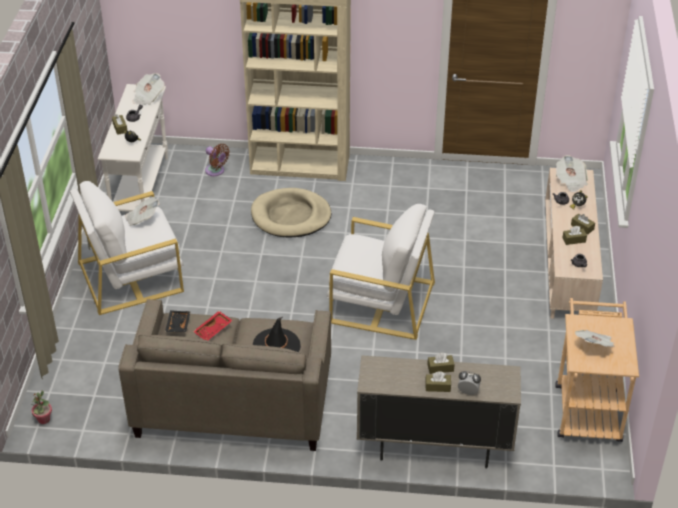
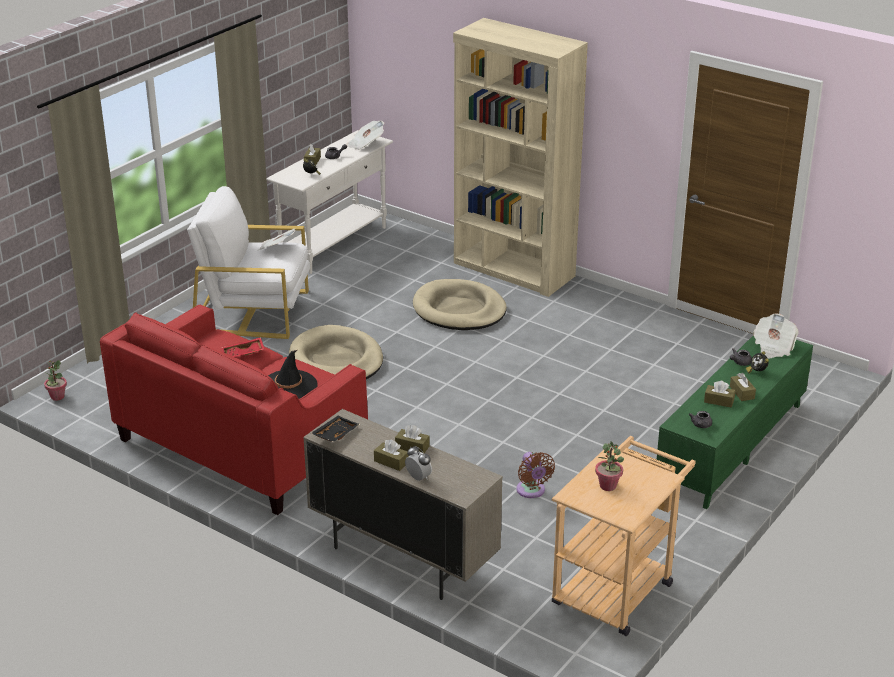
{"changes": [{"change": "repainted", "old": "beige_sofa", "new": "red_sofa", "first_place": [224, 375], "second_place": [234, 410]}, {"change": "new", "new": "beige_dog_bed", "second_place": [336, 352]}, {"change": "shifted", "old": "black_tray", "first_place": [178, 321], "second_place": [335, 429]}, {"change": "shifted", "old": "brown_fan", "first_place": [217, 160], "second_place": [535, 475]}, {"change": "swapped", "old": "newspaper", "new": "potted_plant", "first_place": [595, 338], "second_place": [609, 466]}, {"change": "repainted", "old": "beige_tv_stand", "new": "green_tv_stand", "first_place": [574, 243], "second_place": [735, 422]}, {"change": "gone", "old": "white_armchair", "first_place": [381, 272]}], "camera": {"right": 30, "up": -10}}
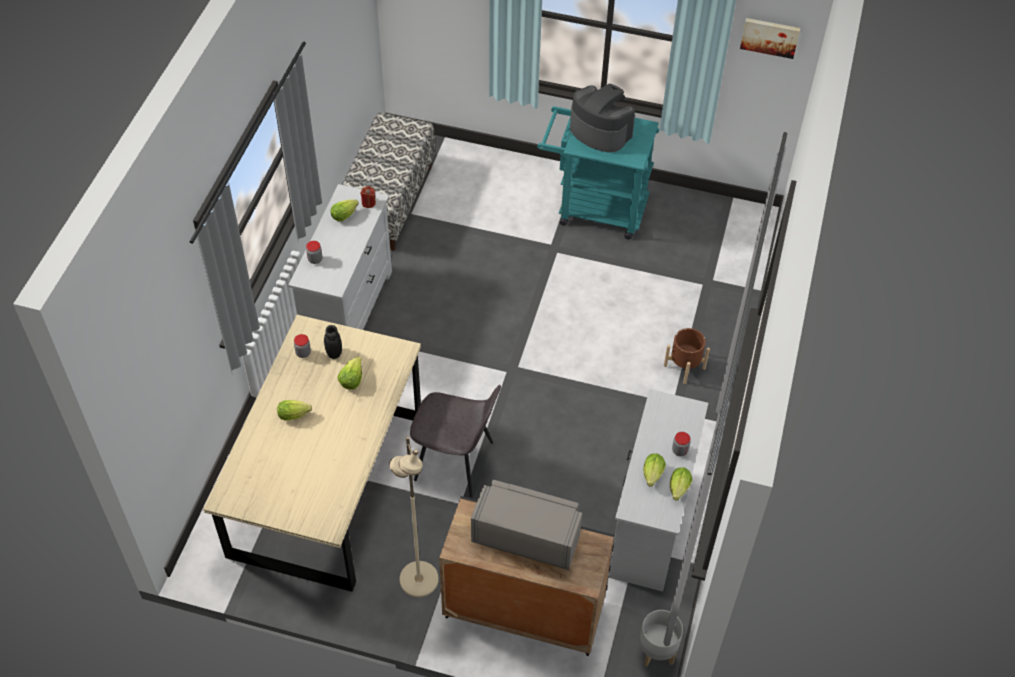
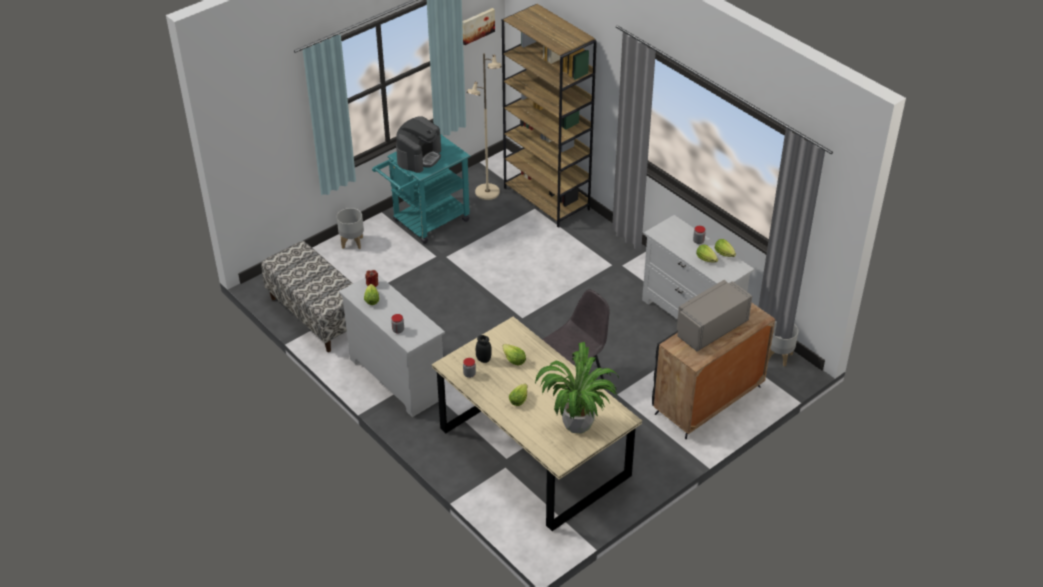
{"changes": [{"change": "new", "new": "grey_planter", "second_place": [350, 228]}, {"change": "rotated", "old": "coffee_machine", "first_place": [602, 118], "second_place": [418, 144], "degrees": 135}, {"change": "shifted", "old": "beige_floor_lamp", "first_place": [414, 517], "second_place": [484, 126]}, {"change": "new", "new": "brown_bookcase", "second_place": [549, 116]}, {"change": "new", "new": "potted_plant", "second_place": [577, 388]}, {"change": "gone", "old": "brown_planter", "first_place": [687, 356]}], "camera": {"right": -55, "up": -10}}
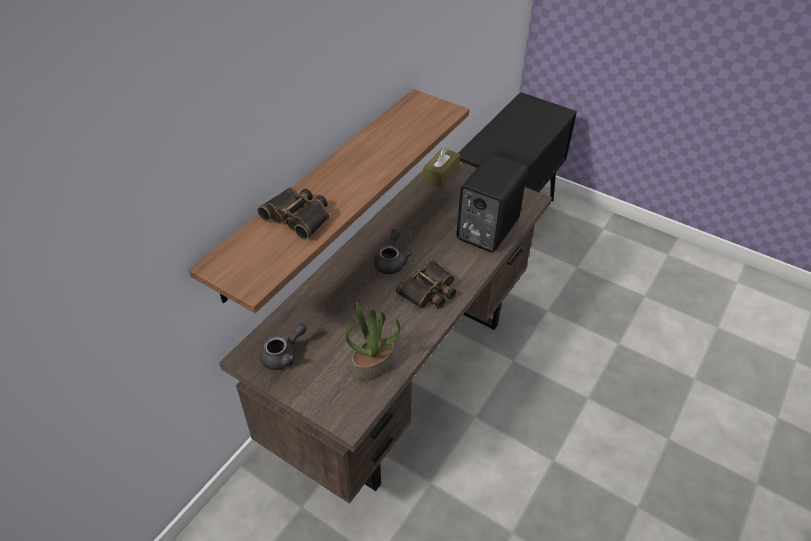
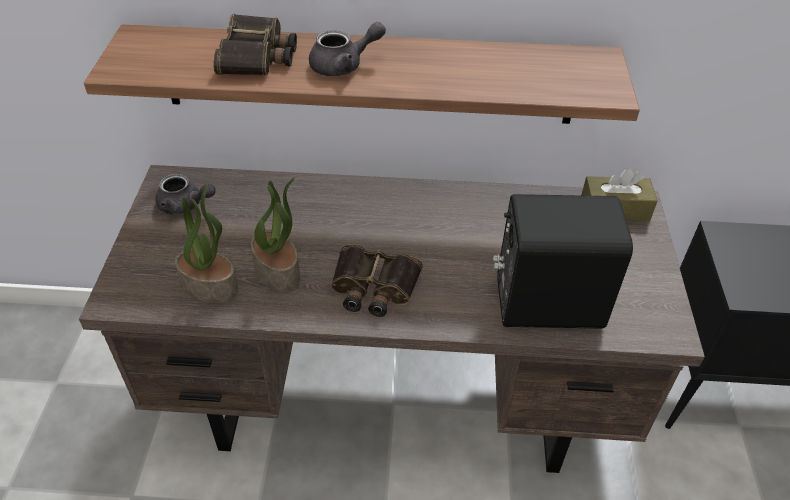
{"changes": [{"change": "new", "new": "potted_plant", "second_place": [275, 234]}, {"change": "shifted", "old": "grey_teapot", "first_place": [393, 251], "second_place": [347, 49]}], "camera": {"right": 60, "up": 0}}
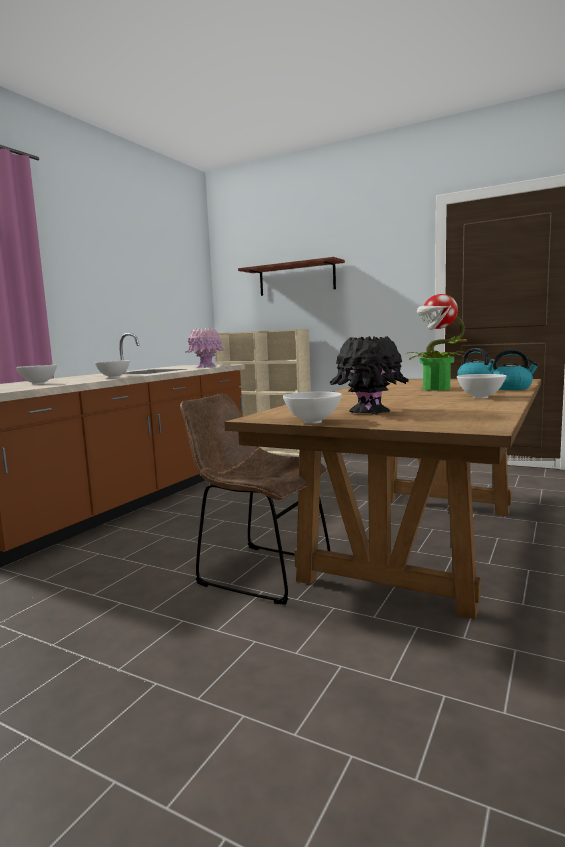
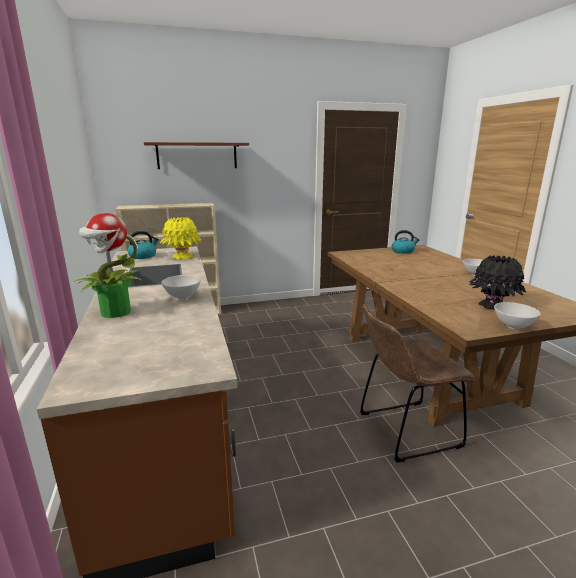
{"changes": [{"change": "shifted", "old": "potted_plant", "first_place": [437, 342], "second_place": [107, 265]}, {"change": "shifted", "old": "kettle", "first_place": [514, 370], "second_place": [143, 245]}, {"change": "repainted", "old": "pink_vase", "new": "yellow_vase", "first_place": [205, 348], "second_place": [180, 238]}, {"change": "gone", "old": "white_bowl", "first_place": [36, 374]}], "camera": {"right": -45, "up": 10}}
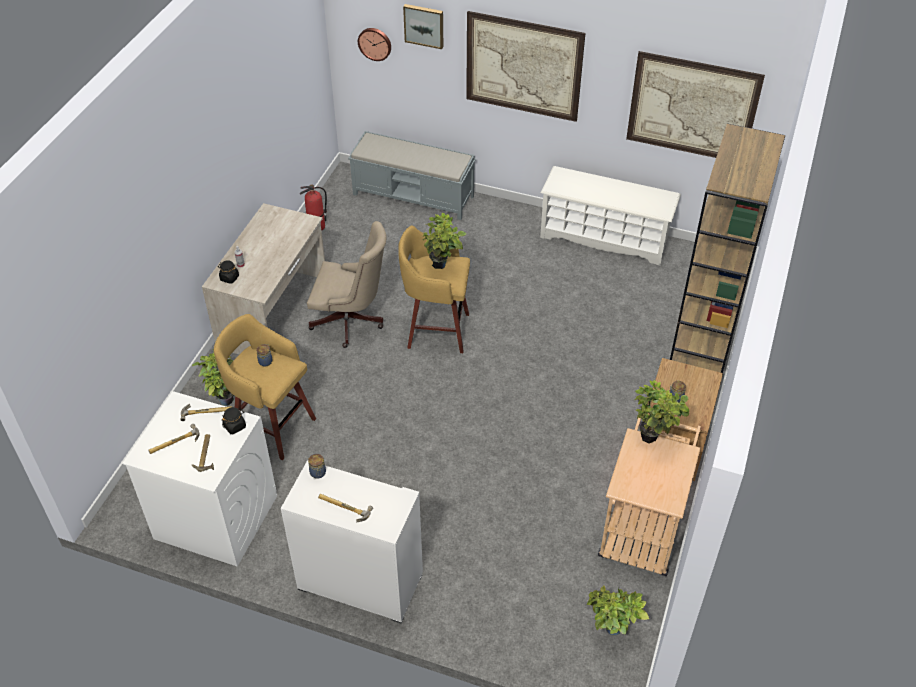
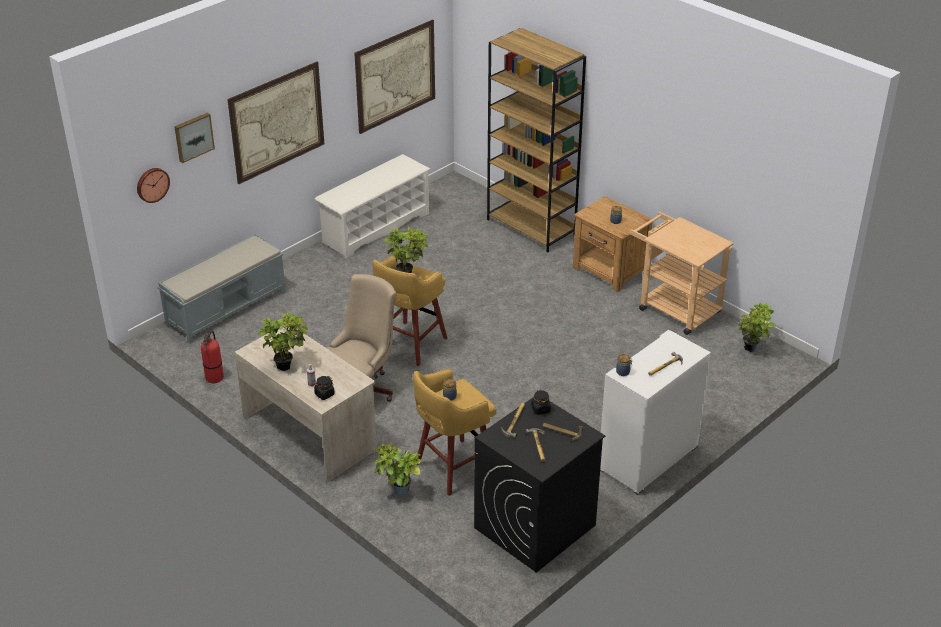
{"changes": [{"change": "shifted", "old": "potted_plant", "first_place": [661, 411], "second_place": [282, 342]}, {"change": "repainted", "old": "white_washing_machine", "new": "black_washing_machine", "first_place": [199, 478], "second_place": [539, 485]}], "camera": {"right": -65, "up": -10}}
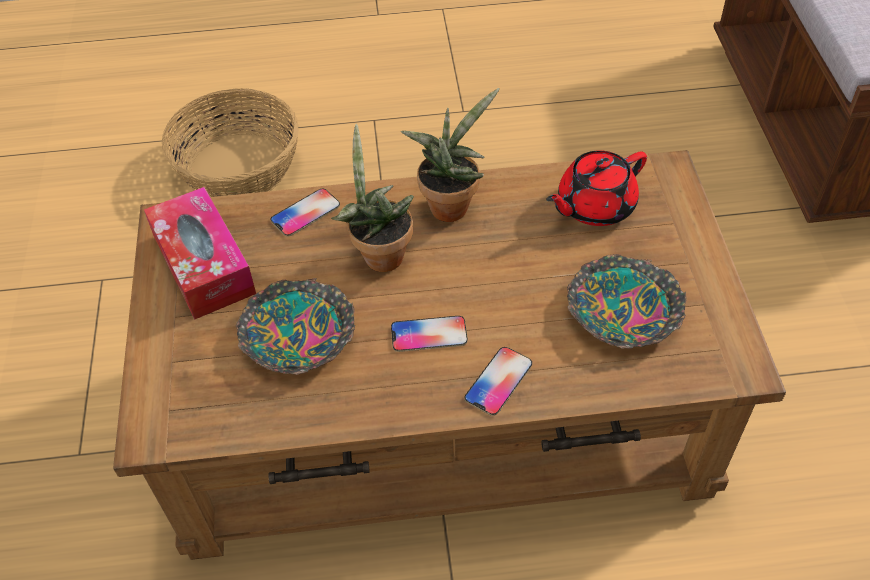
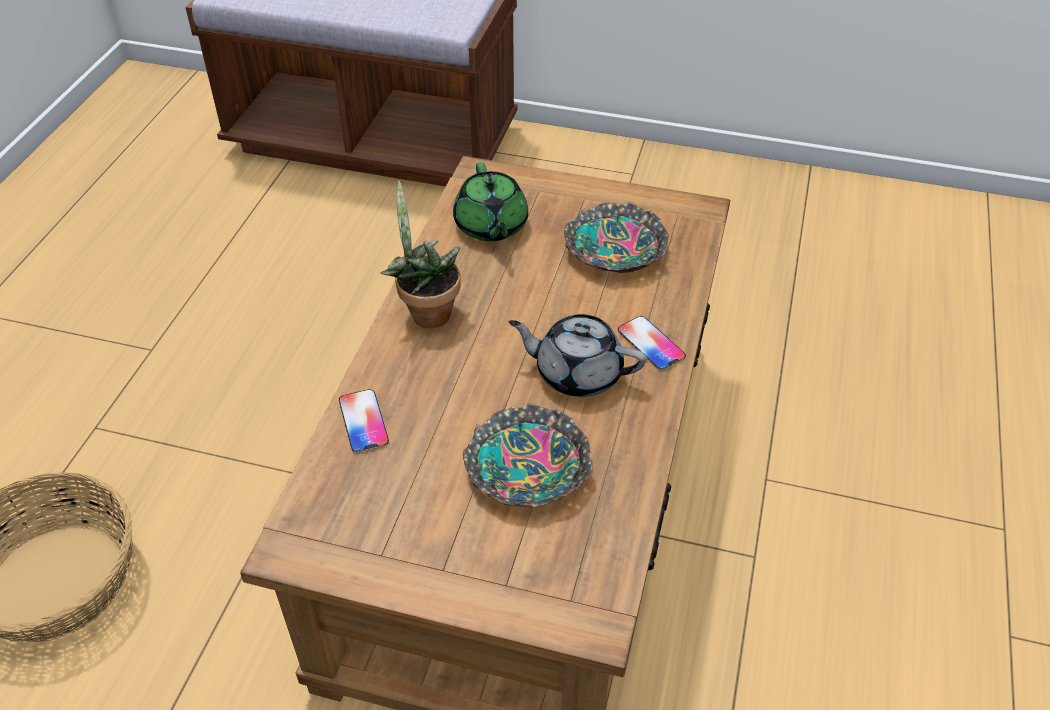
{"changes": [{"change": "repainted", "old": "red_teapot", "new": "green_teapot", "first_place": [596, 188], "second_place": [490, 201]}, {"change": "swapped", "old": "phone", "new": "grey_teapot", "first_place": [429, 334], "second_place": [577, 355]}, {"change": "gone", "old": "tissue_box", "first_place": [200, 253]}, {"change": "gone", "old": "potted_plant", "first_place": [372, 197]}], "camera": {"right": -70, "up": -5}}
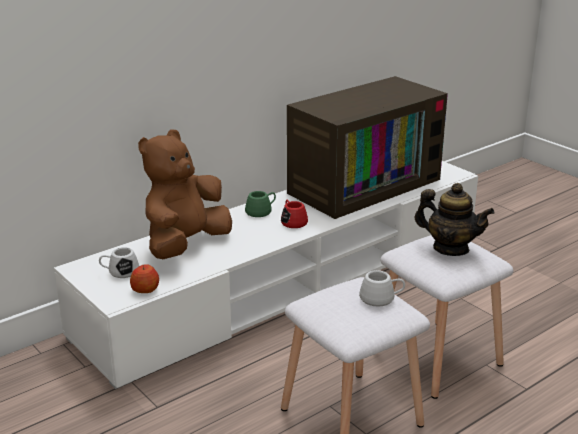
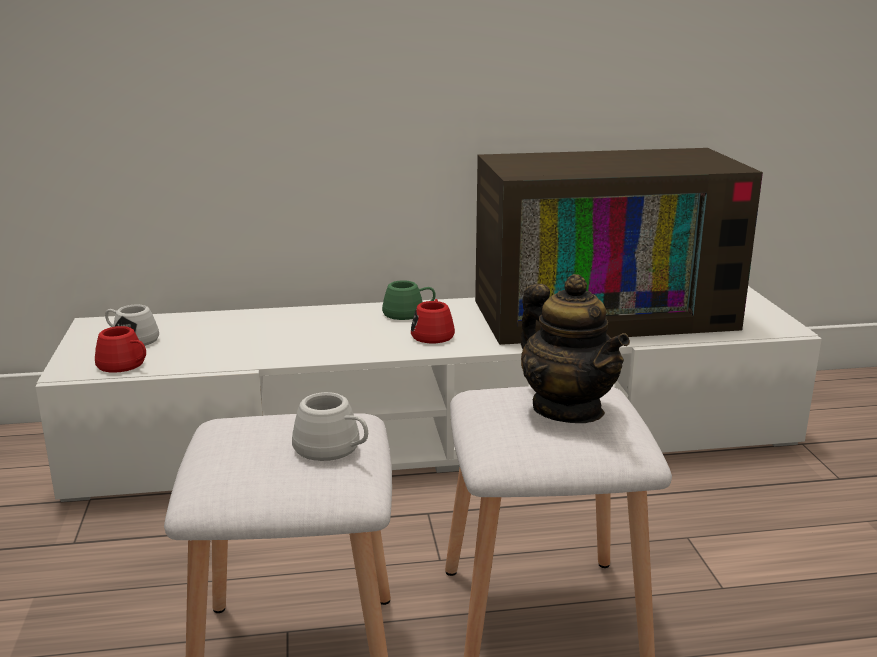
{"changes": [{"change": "swapped", "old": "apple", "new": "red_mug", "first_place": [144, 278], "second_place": [120, 349]}, {"change": "gone", "old": "brown_plush_toy", "first_place": [185, 194]}], "camera": {"right": 30, "up": -5}}
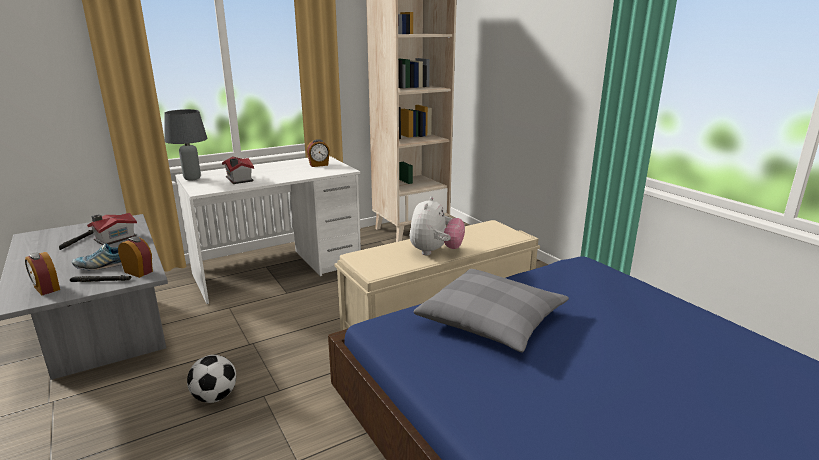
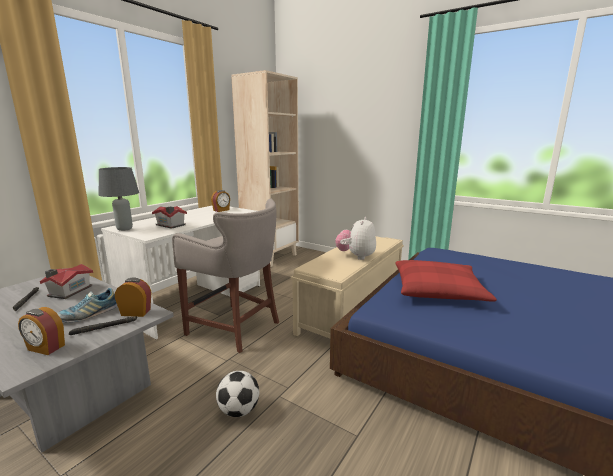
{"changes": [{"change": "new", "new": "grey_stool", "second_place": [225, 276]}, {"change": "rotated", "old": "plush_toy", "first_place": [437, 225], "second_place": [356, 238], "degrees": -150}, {"change": "repainted", "old": "grey_pillow", "new": "red_pillow", "first_place": [491, 311], "second_place": [446, 281]}], "camera": {"right": -25, "up": -5}}
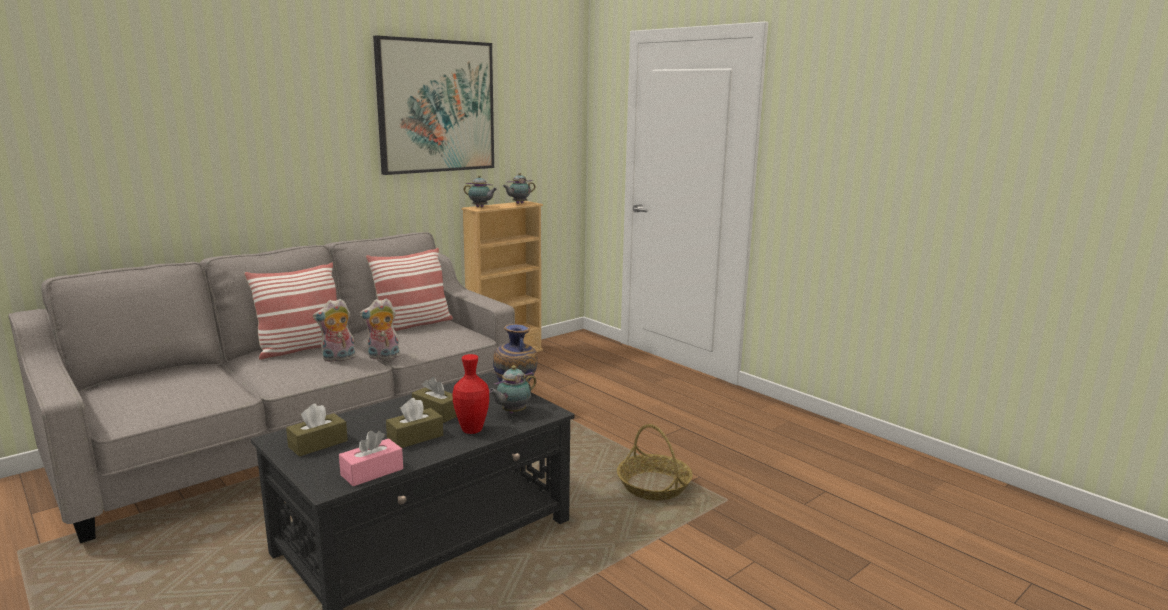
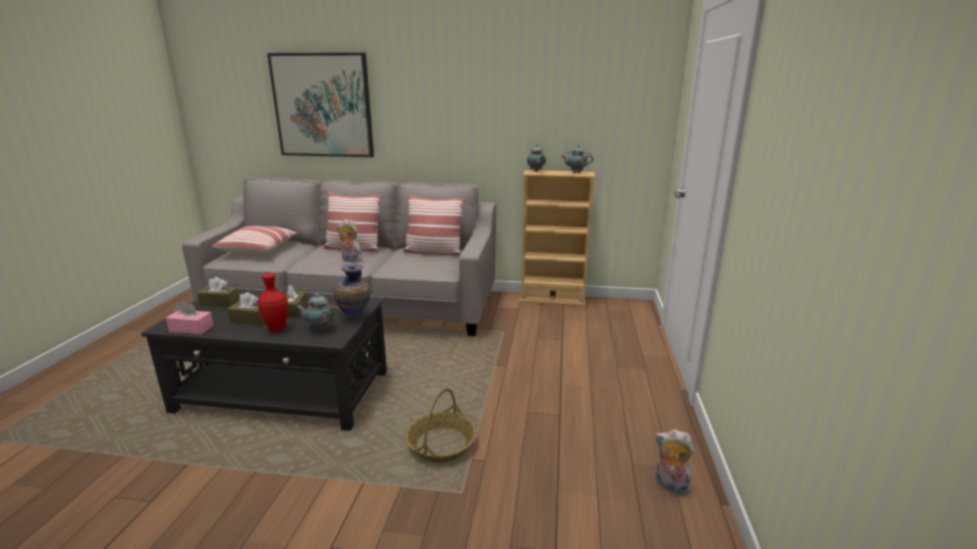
{"changes": [{"change": "new", "new": "pillow", "second_place": [255, 240]}, {"change": "shifted", "old": "picture", "first_place": [433, 105], "second_place": [320, 105]}, {"change": "shifted", "old": "plush_toy", "first_place": [380, 329], "second_place": [675, 462]}], "camera": {"right": 50, "up": 5}}
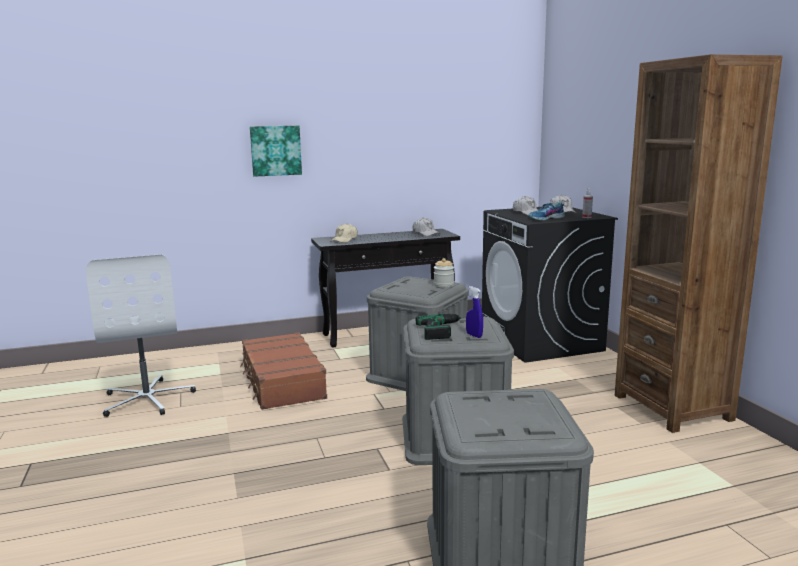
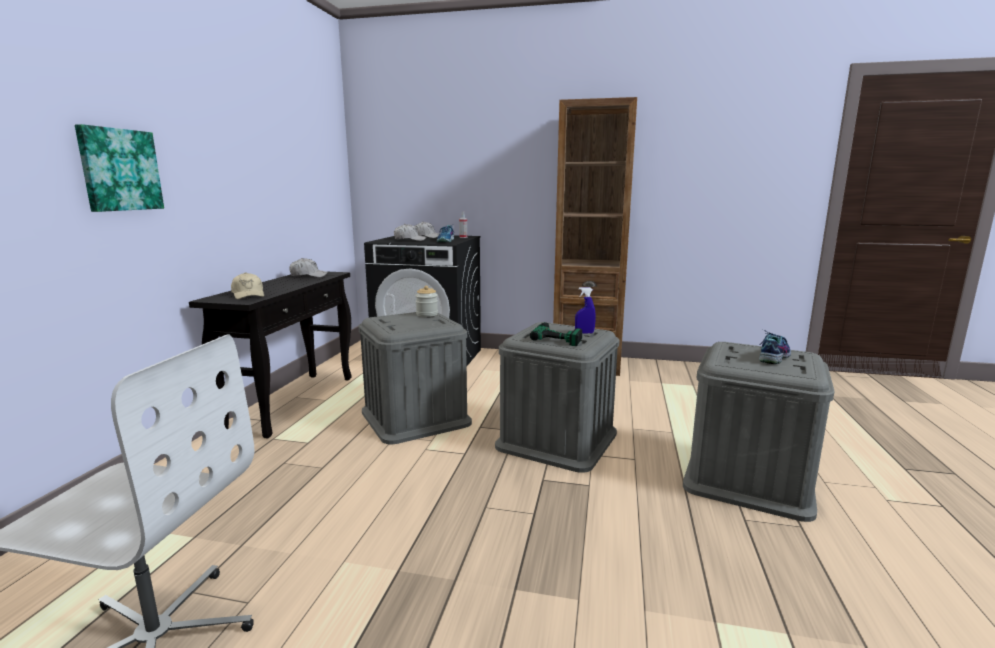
{"changes": [{"change": "new", "new": "shoe", "second_place": [775, 347]}, {"change": "gone", "old": "brown_suitcase", "first_place": [283, 371]}], "camera": {"right": -60, "up": 0}}
